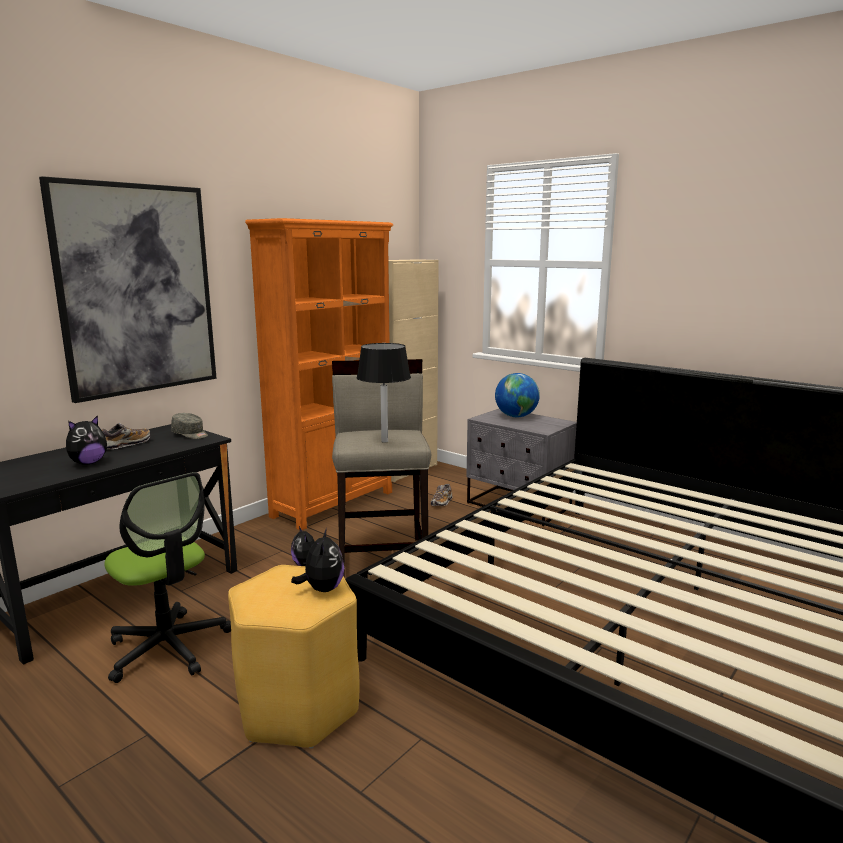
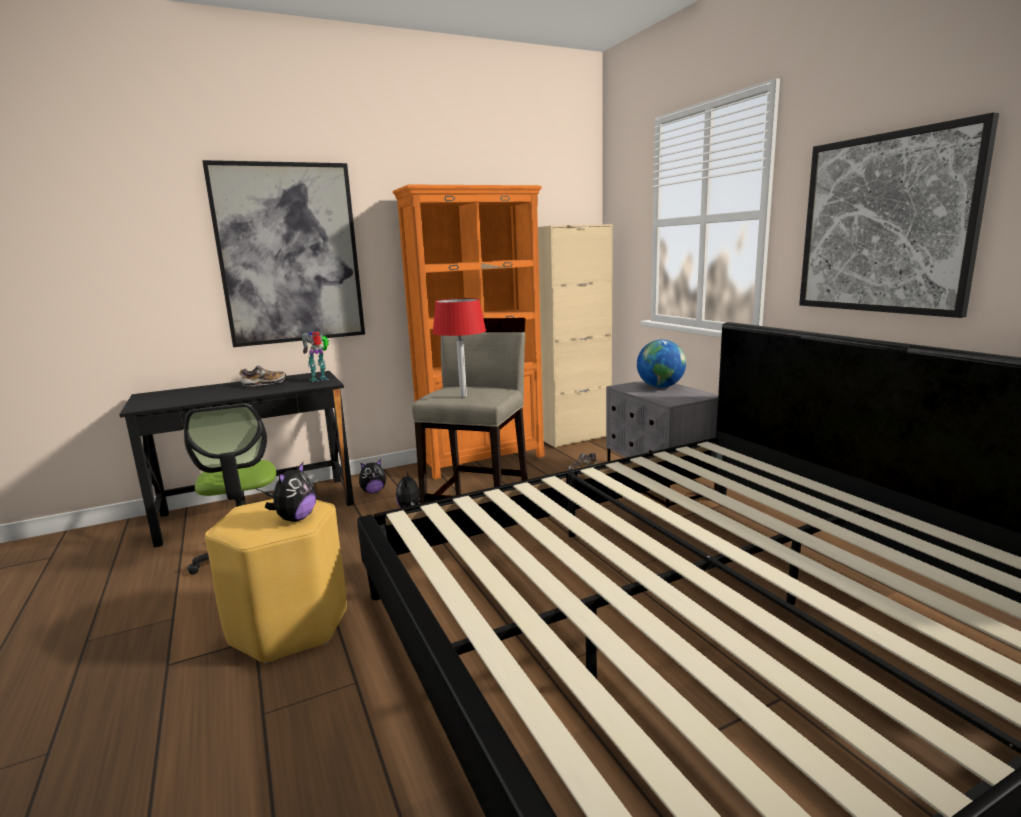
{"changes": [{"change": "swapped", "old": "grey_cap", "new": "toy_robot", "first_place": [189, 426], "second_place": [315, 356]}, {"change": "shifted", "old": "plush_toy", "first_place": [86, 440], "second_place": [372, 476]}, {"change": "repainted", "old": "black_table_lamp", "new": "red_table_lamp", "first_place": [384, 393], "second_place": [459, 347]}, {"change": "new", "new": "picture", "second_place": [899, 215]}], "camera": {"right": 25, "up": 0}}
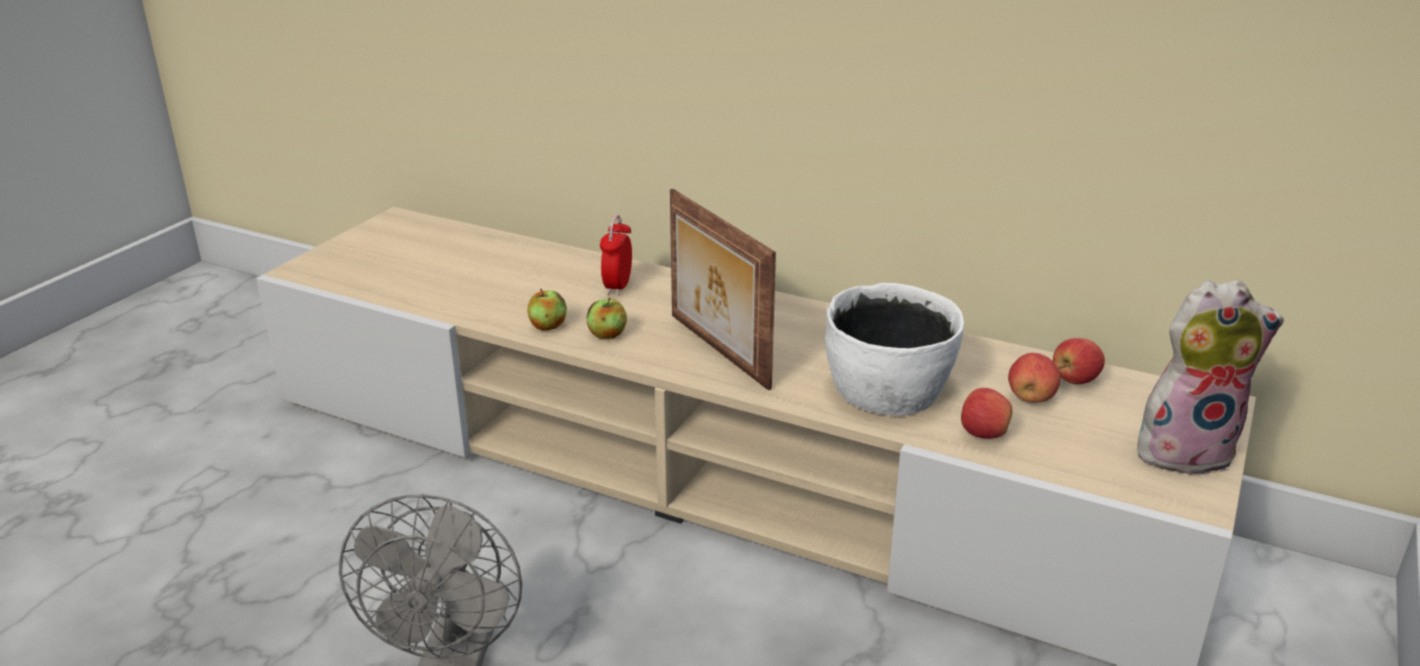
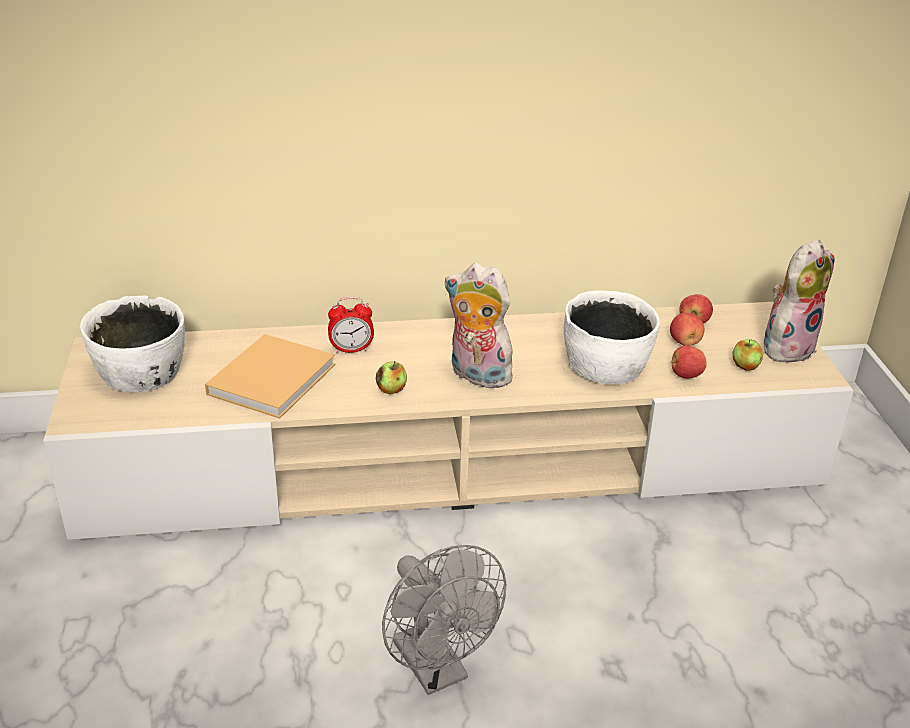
{"changes": [{"change": "new", "new": "white_bowl", "second_place": [132, 343]}, {"change": "new", "new": "beige_book", "second_place": [270, 376]}, {"change": "rotated", "old": "alarm_clock", "first_place": [616, 255], "second_place": [351, 325], "degrees": -75}, {"change": "swapped", "old": "picture_frame", "new": "plush_toy", "first_place": [723, 289], "second_place": [482, 325]}, {"change": "shifted", "old": "apple", "first_place": [547, 310], "second_place": [748, 355]}], "camera": {"right": -35, "up": 5}}
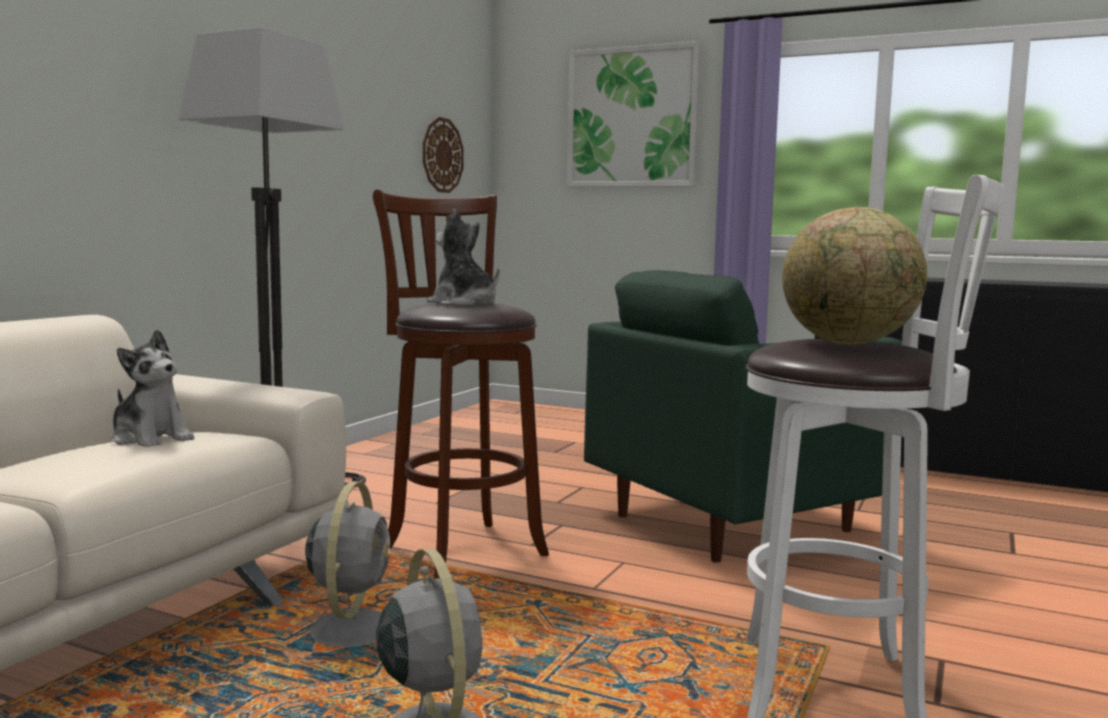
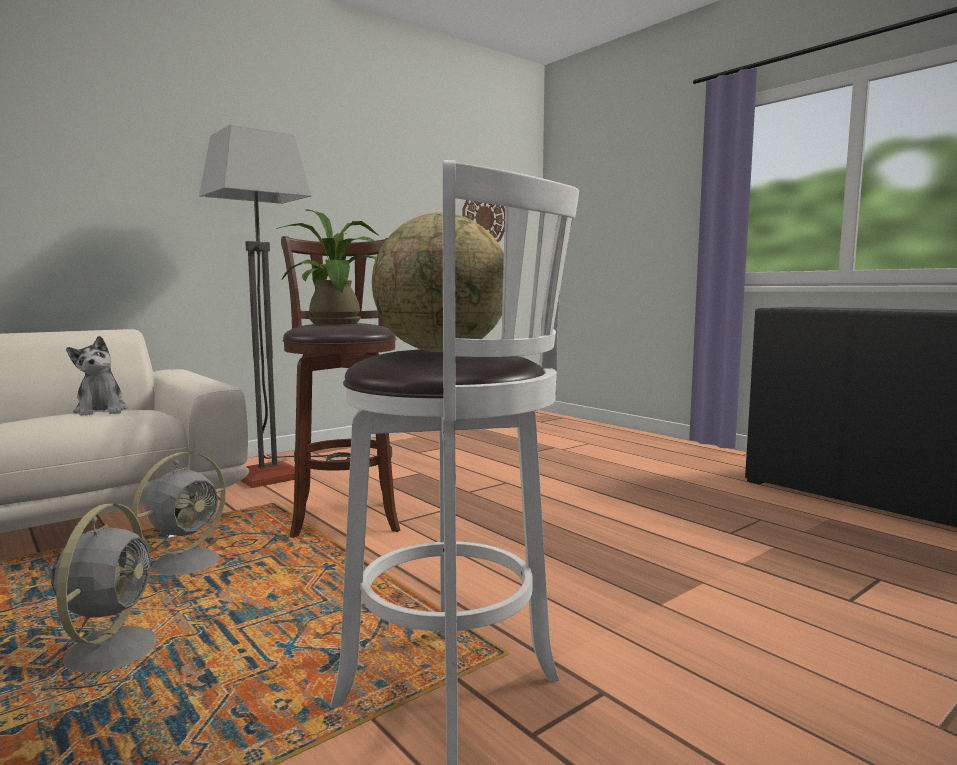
{"changes": [{"change": "swapped", "old": "plush_toy", "new": "potted_plant", "first_place": [463, 257], "second_place": [328, 266]}, {"change": "gone", "old": "picture", "first_place": [634, 114]}, {"change": "gone", "old": "green_armchair", "first_place": [743, 416]}], "camera": {"right": 25, "up": 0}}
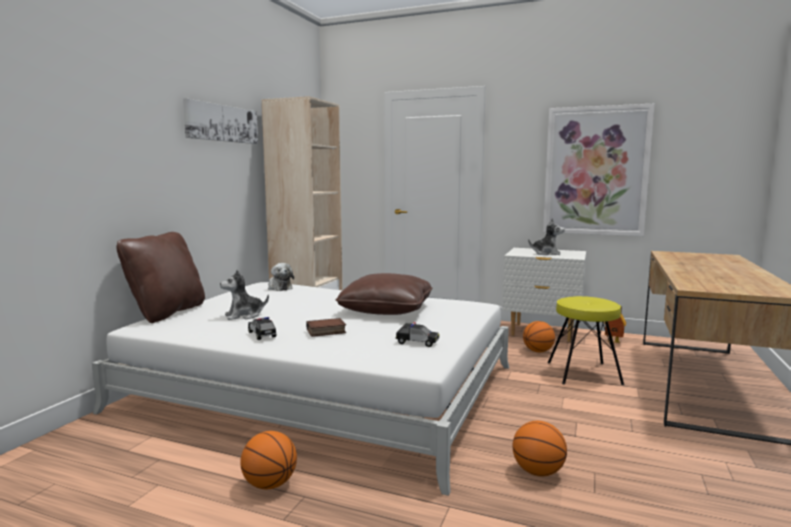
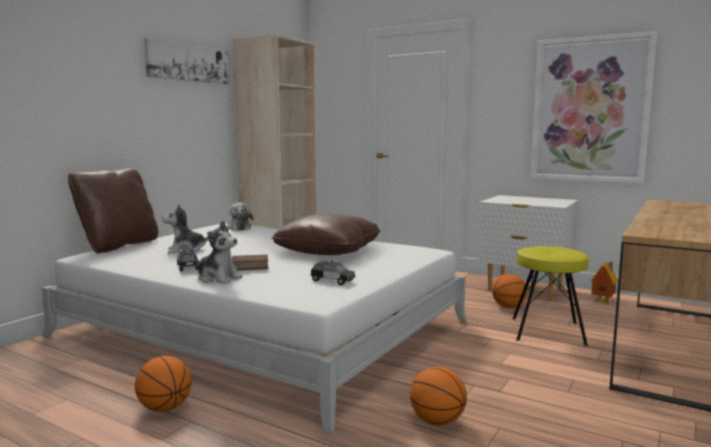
{"changes": [{"change": "shifted", "old": "plush_toy", "first_place": [546, 236], "second_place": [218, 252]}], "camera": {"right": 10, "up": 0}}
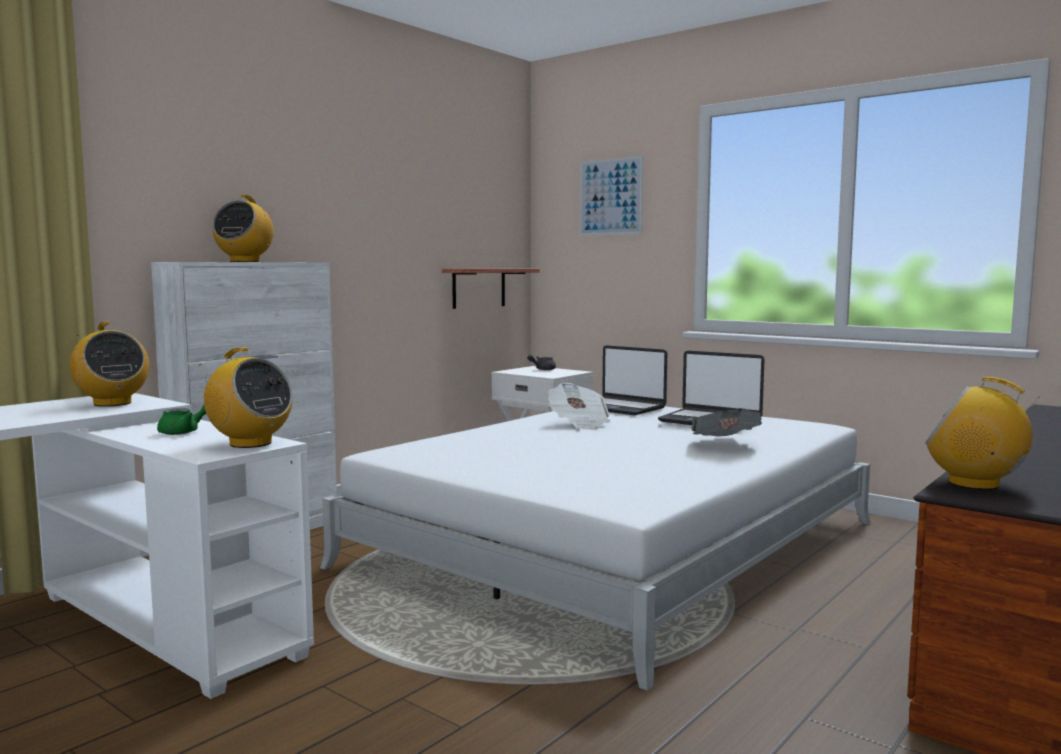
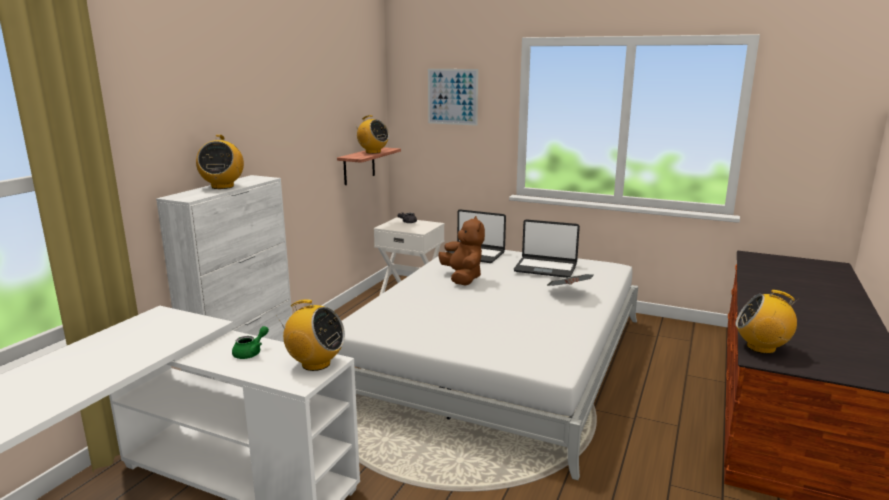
{"changes": [{"change": "shifted", "old": "radio", "first_place": [109, 364], "second_place": [373, 134]}, {"change": "swapped", "old": "newspaper", "new": "brown_plush_toy", "first_place": [579, 406], "second_place": [462, 250]}], "camera": {"right": -15, "up": 10}}
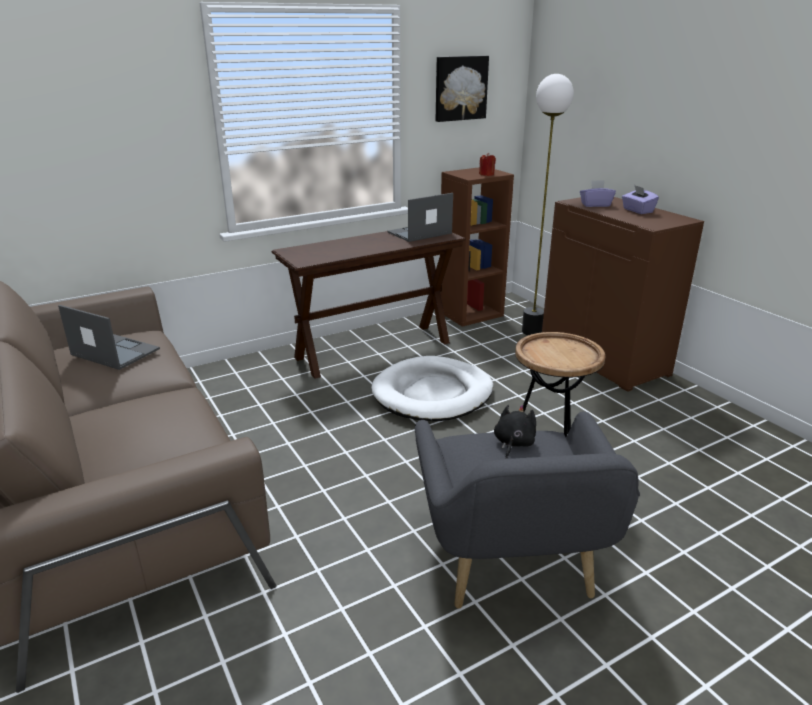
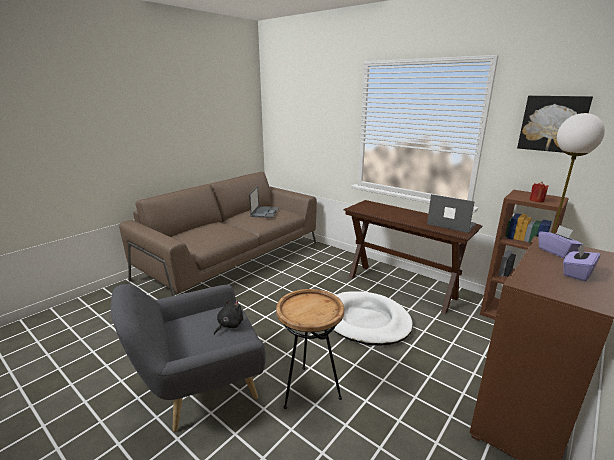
{"changes": [{"change": "rotated", "old": "black_plush_toy", "first_place": [515, 432], "second_place": [228, 317], "degrees": -60}], "camera": {"right": 70, "up": -5}}
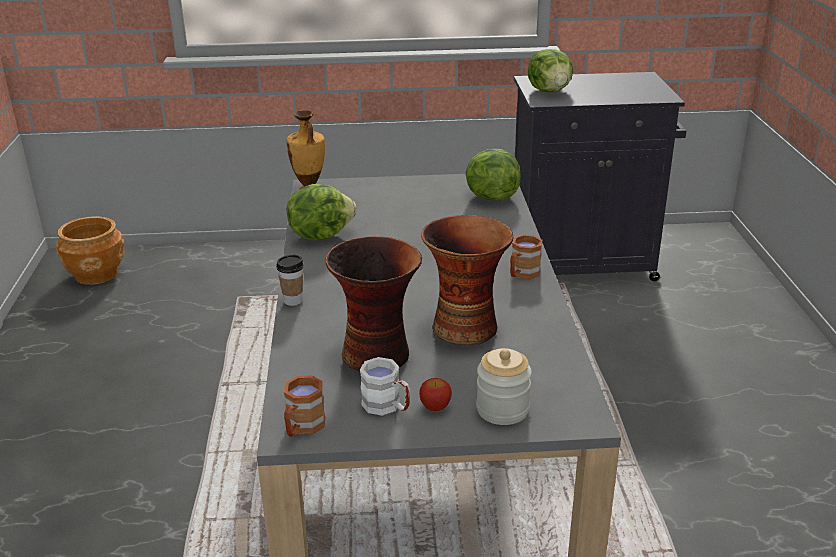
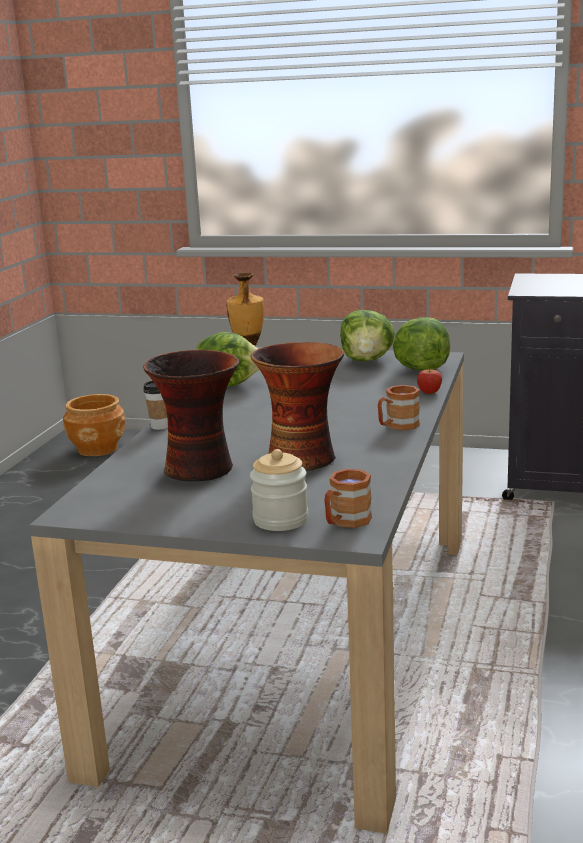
{"changes": [{"change": "shifted", "old": "brown_mug", "first_place": [304, 406], "second_place": [348, 498]}, {"change": "shifted", "old": "lettuce", "first_place": [550, 70], "second_place": [367, 335]}, {"change": "shifted", "old": "apple", "first_place": [435, 394], "second_place": [429, 381]}, {"change": "gone", "old": "white_mug", "first_place": [385, 386]}], "camera": {"right": 20, "up": -10}}
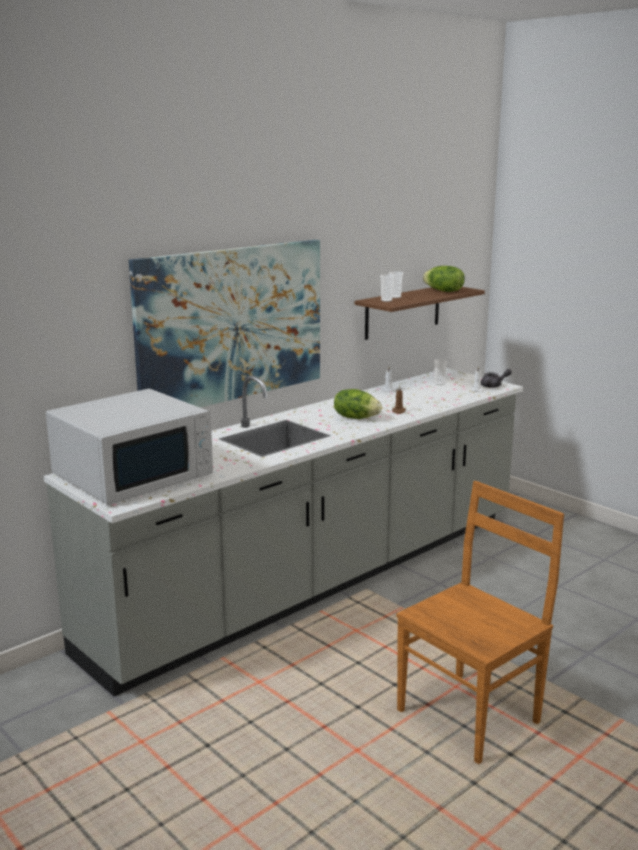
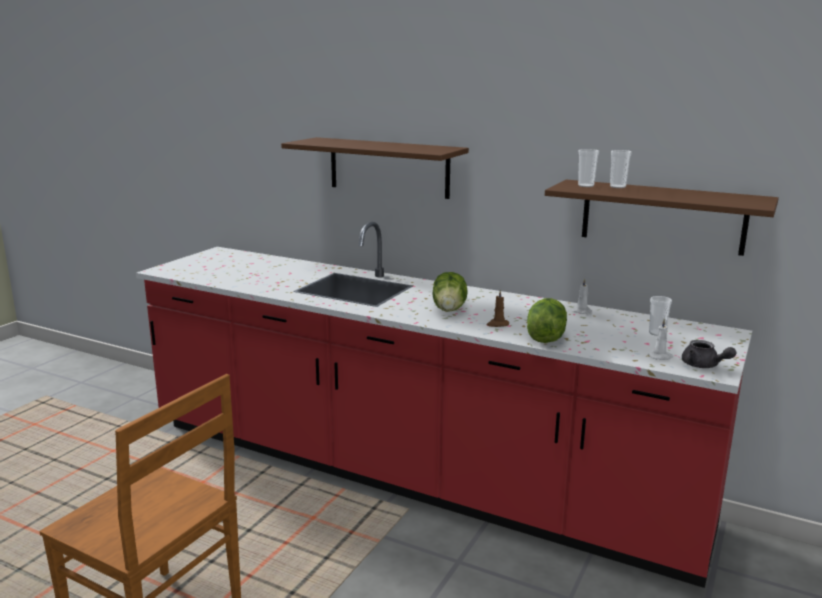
{"changes": [{"change": "repainted", "old": "grey_counter", "new": "red_counter", "first_place": [283, 532], "second_place": [444, 405]}, {"change": "swapped", "old": "picture", "new": "brown_shelf", "first_place": [224, 324], "second_place": [375, 168]}, {"change": "shifted", "old": "lettuce", "first_place": [444, 279], "second_place": [547, 320]}, {"change": "gone", "old": "white_microwave", "first_place": [129, 447]}], "camera": {"right": 70, "up": 0}}
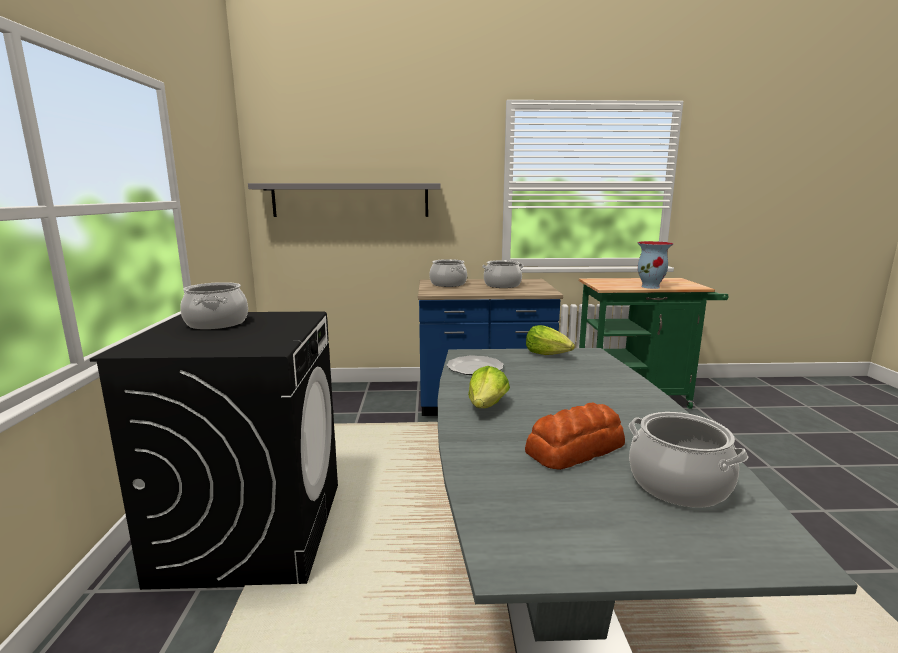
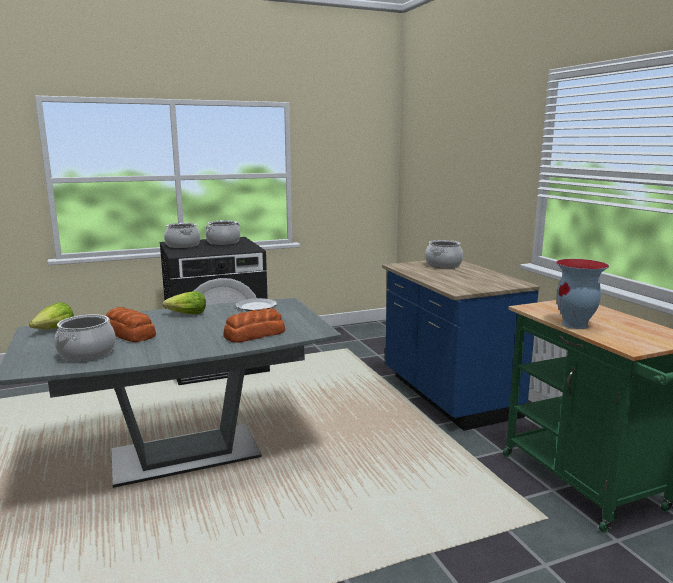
{"changes": [{"change": "shifted", "old": "lettuce", "first_place": [550, 340], "second_place": [51, 315]}, {"change": "shifted", "old": "cooking_pot", "first_place": [503, 274], "second_place": [182, 235]}, {"change": "new", "new": "bread", "second_place": [254, 325]}, {"change": "gone", "old": "grey_shelf", "first_place": [344, 200]}], "camera": {"right": 70, "up": 0}}
